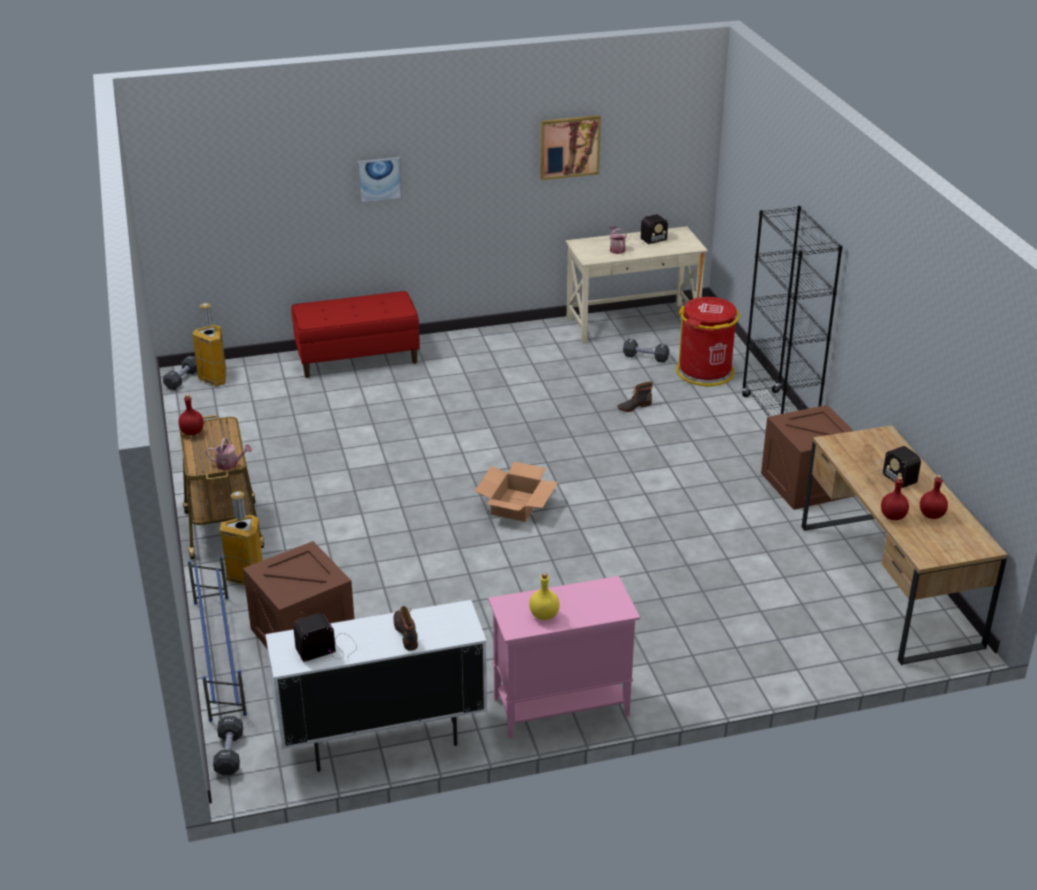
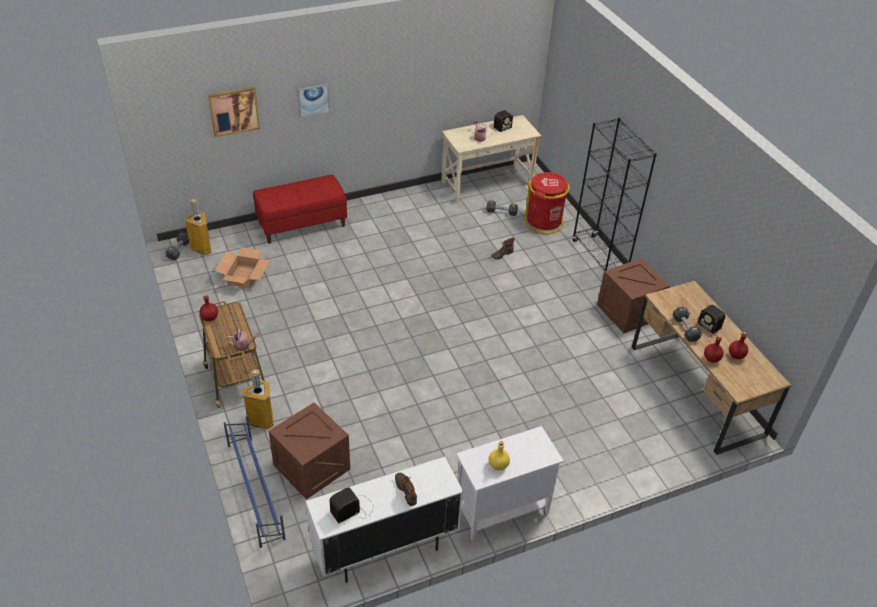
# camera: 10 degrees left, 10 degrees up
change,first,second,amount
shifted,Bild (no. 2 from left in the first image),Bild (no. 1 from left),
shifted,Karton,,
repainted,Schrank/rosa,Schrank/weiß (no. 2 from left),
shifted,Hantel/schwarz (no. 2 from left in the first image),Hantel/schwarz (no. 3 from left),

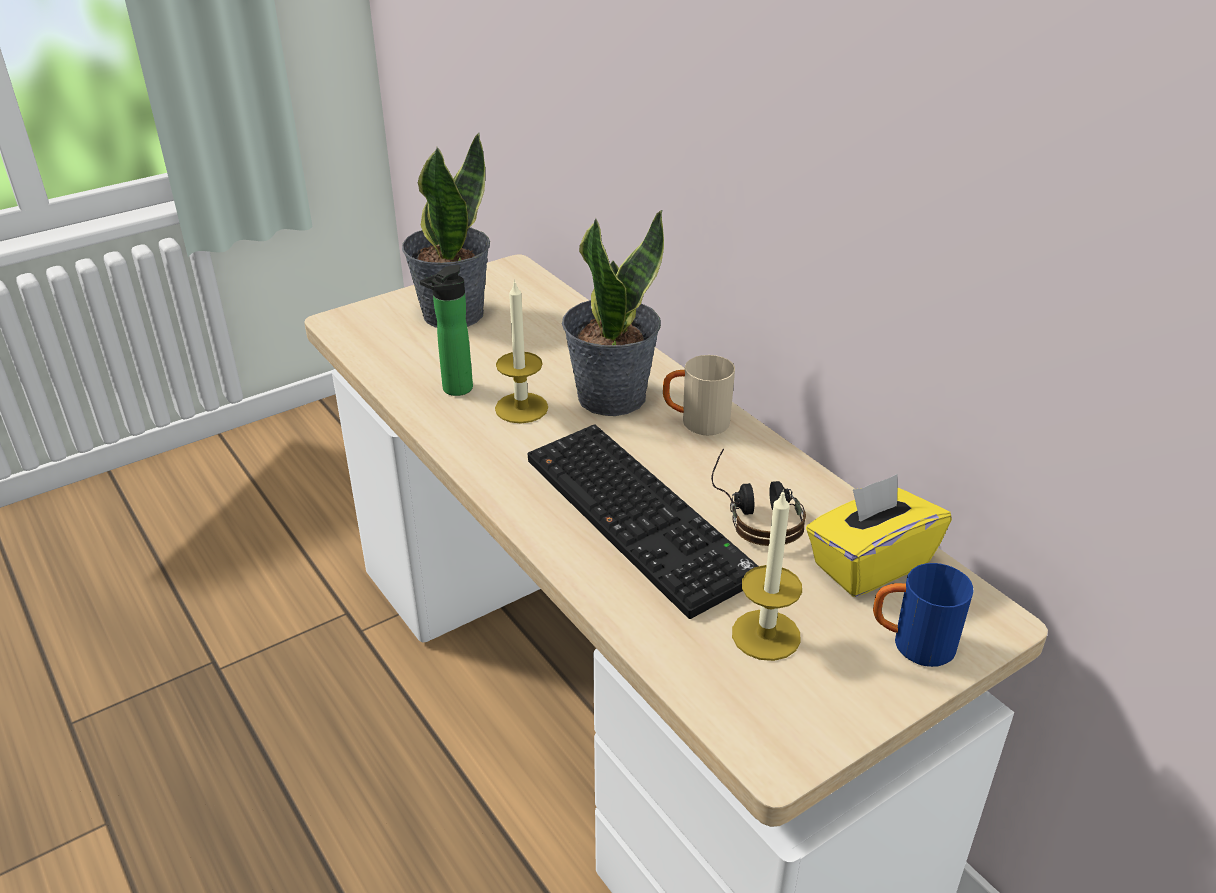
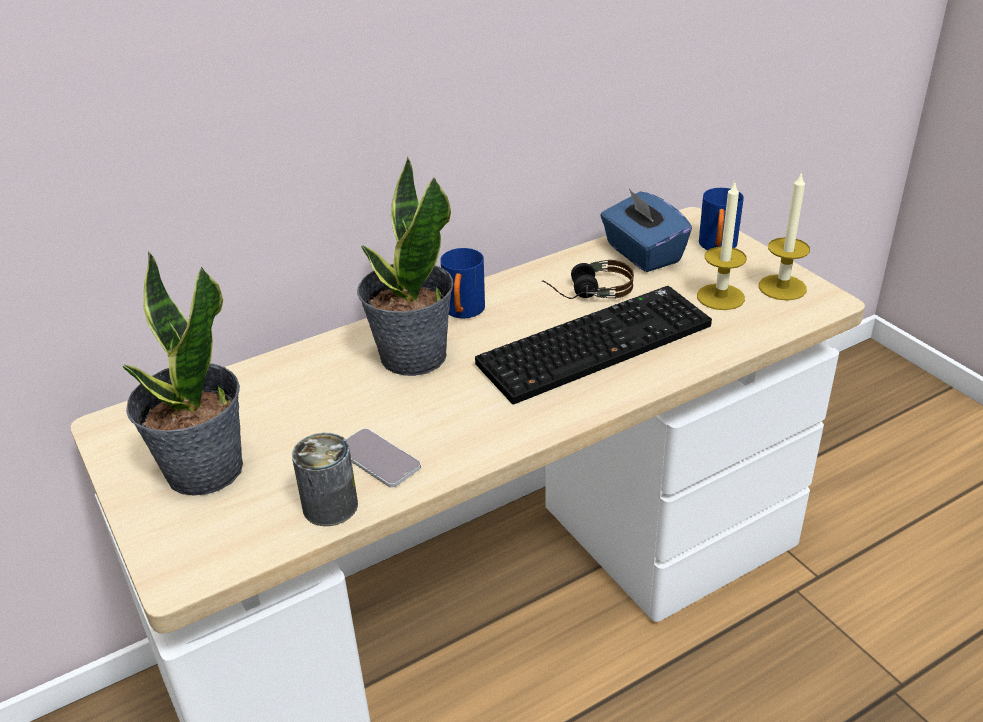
# camera: 85 degrees left, 0 degrees up
change,first,second,amount
swapped,Flasche,Handy,
shifted,Kerze (no. 1 from left in the first image),Kerze (no. 2 from left),
repainted,Henkelbecher/beige,Henkelbecher/blau (no. 1 from left),
repainted,Taschentuchbox/gelb,Taschentuchbox/blau,
new,,Dose,

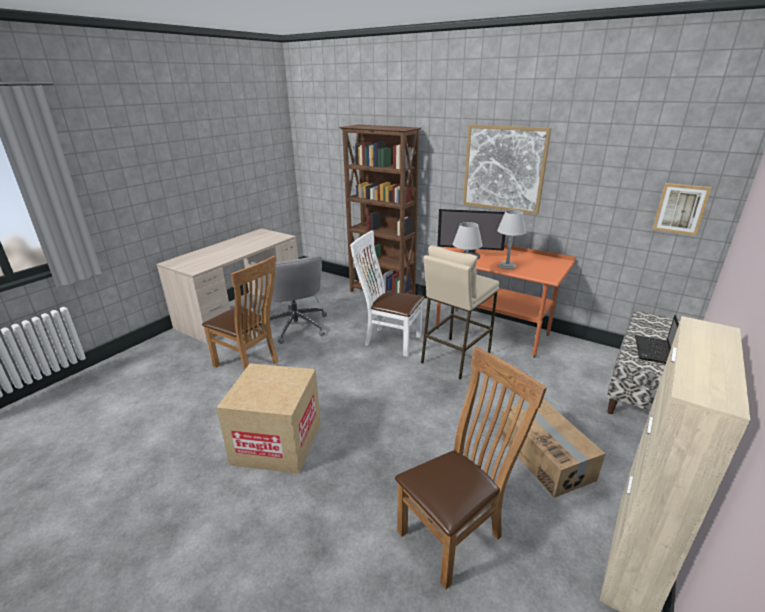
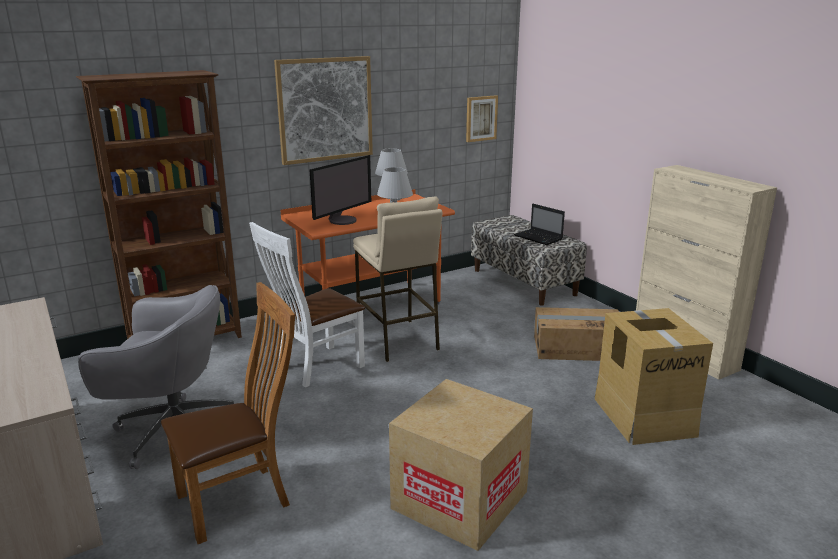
# camera: 65 degrees left, 5 degrees down
change,first,second,amount
swapped,Stuhl/braun (no. 2 from left),Karton (no. 3 from left),

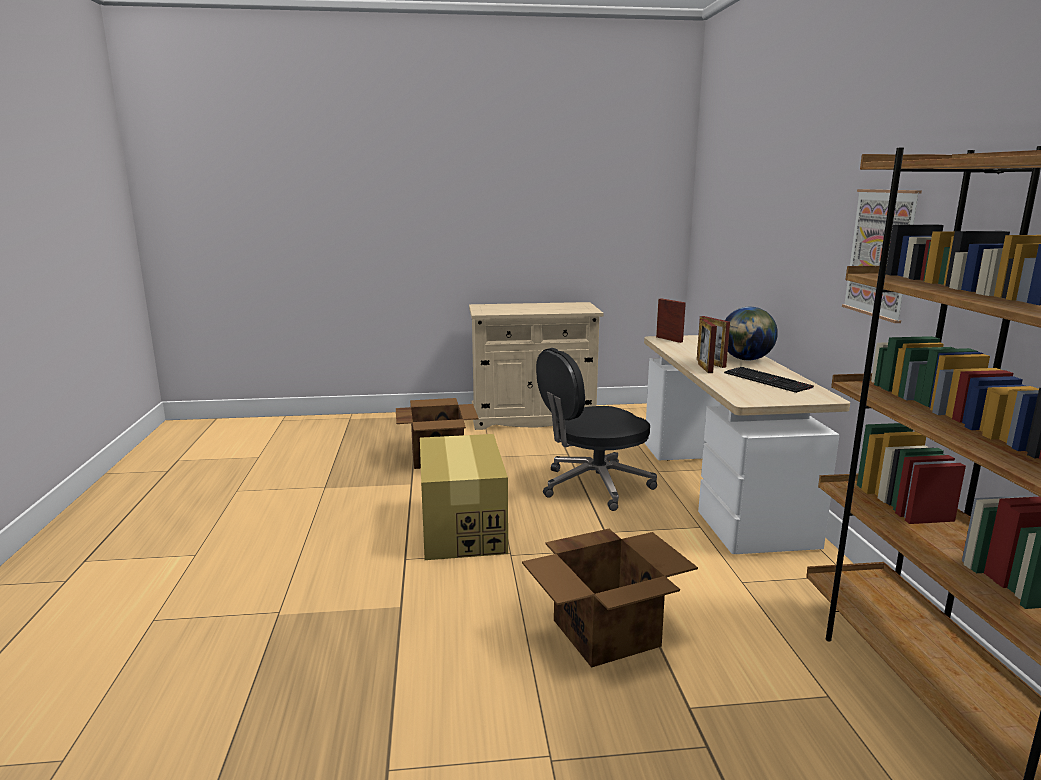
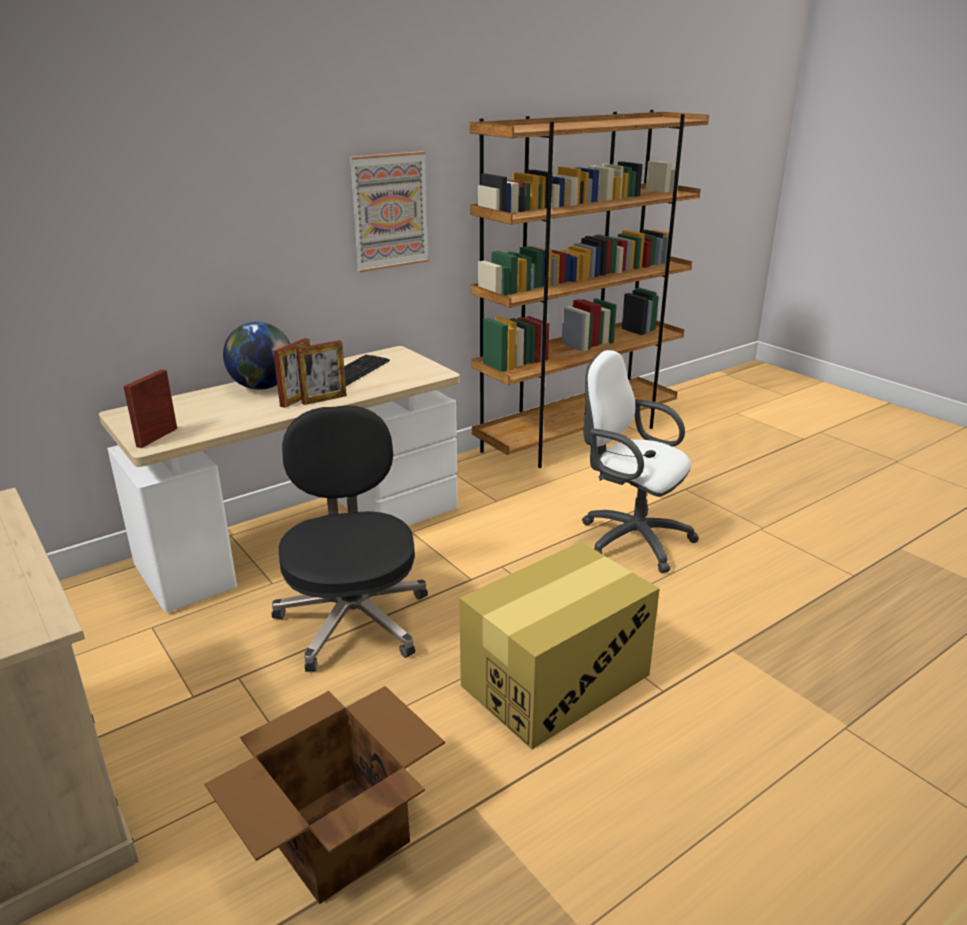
# camera: 120 degrees left, 10 degrees up
change,first,second,amount
rotated,Bürostuhl/schwarz,,135 degrees counterclockwise
swapped,Karton (no. 3 from left),Bürostuhl/weiß,

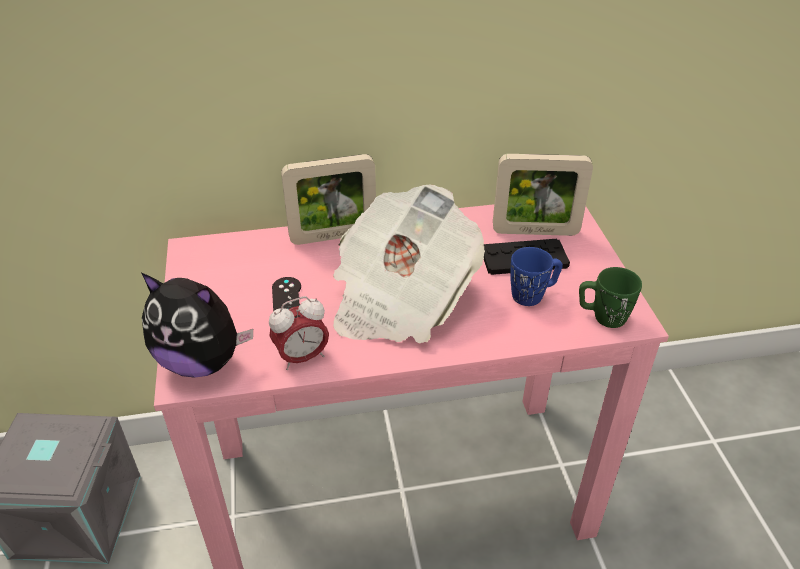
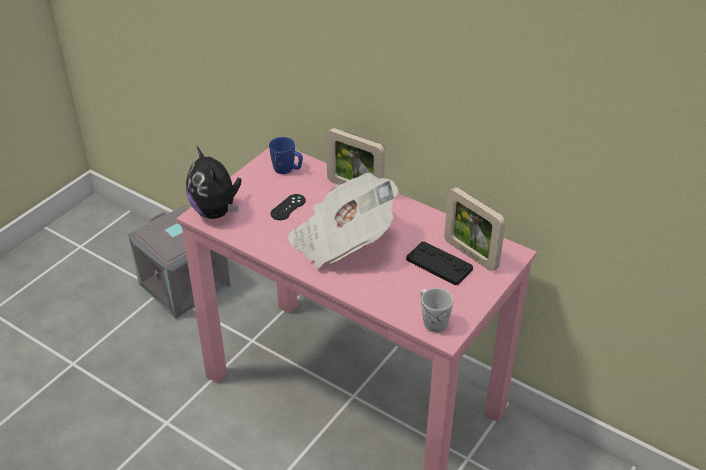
# camera: 45 degrees right, 0 degrees up
change,first,second,amount
shifted,Henkelbecher/blau,,
repainted,Henkelbecher/grün,Henkelbecher/weiß,
gone,Wecker,,

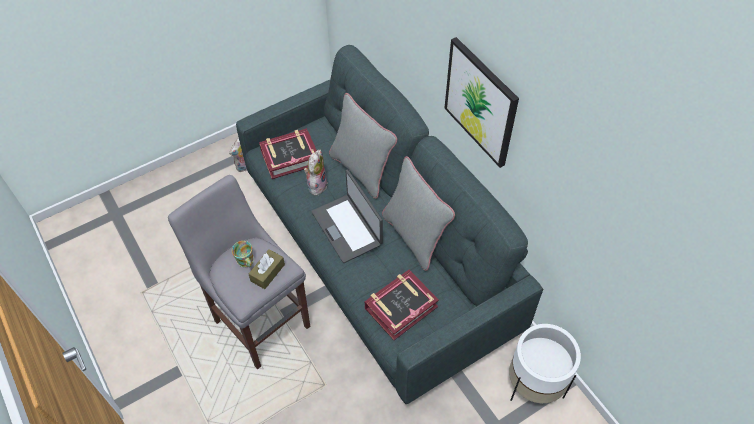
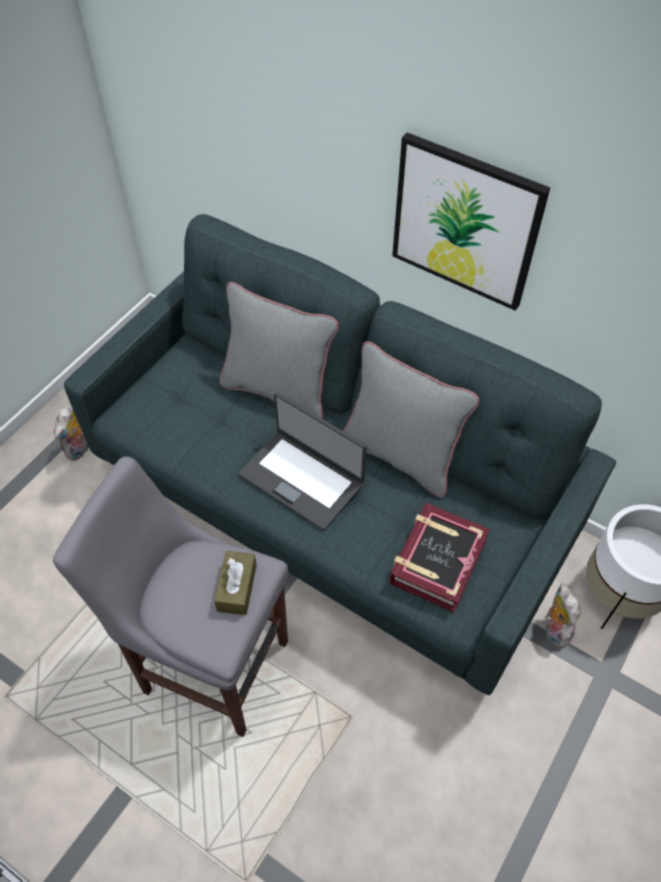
# camera: 25 degrees left, 0 degrees up
change,first,second,amount
gone,Buch (no. 1 from left),,
shifted,Plüschtier (no. 2 from left),,
gone,Henkelbecher,,

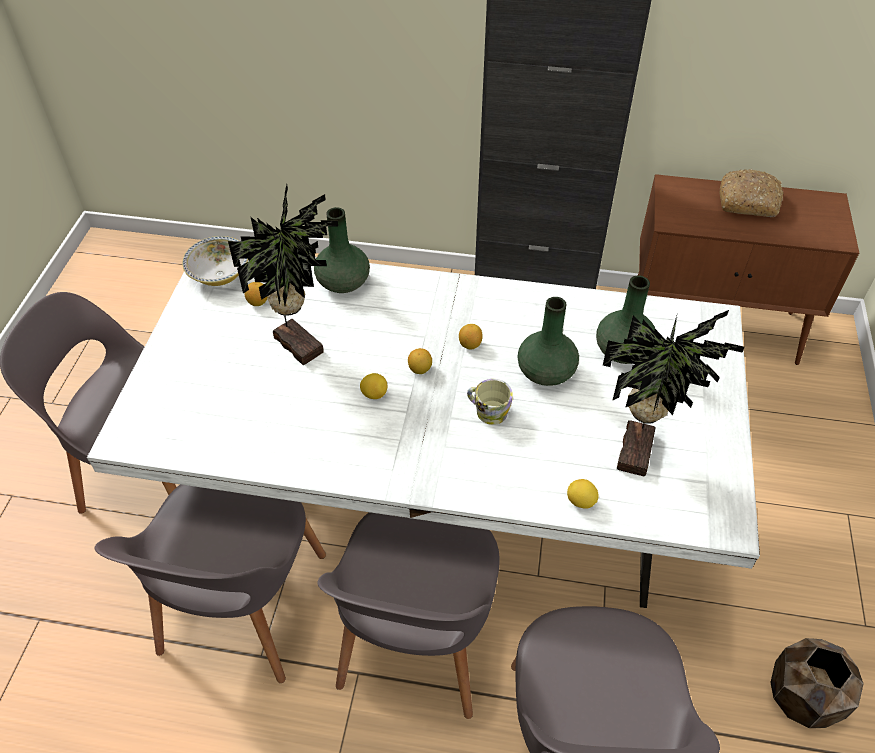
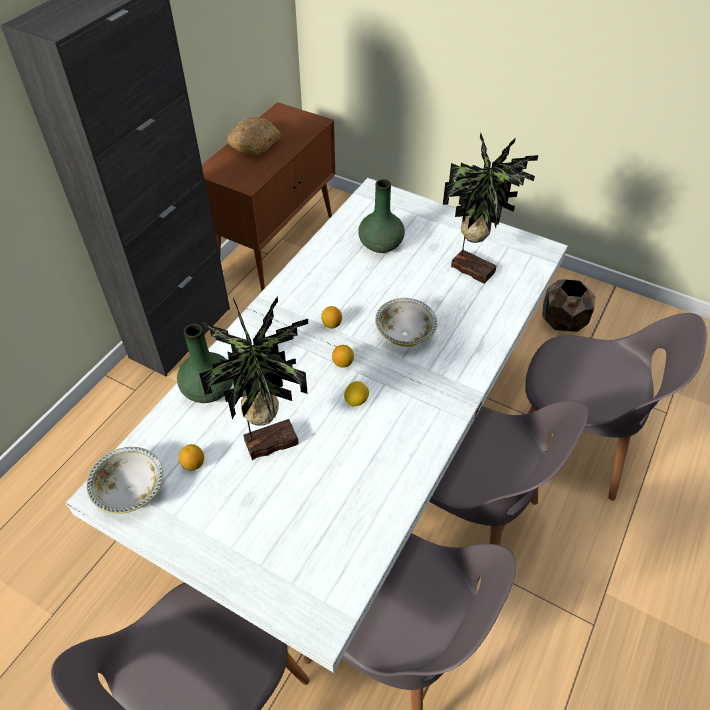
# camera: 70 degrees left, 0 degrees up
change,first,second,amount
gone,Vase/grün (no. 2 from left),,
swapped,Henkelbecher,Schüssel (no. 2 from left),
gone,Zitrone (no. 5 from left),,

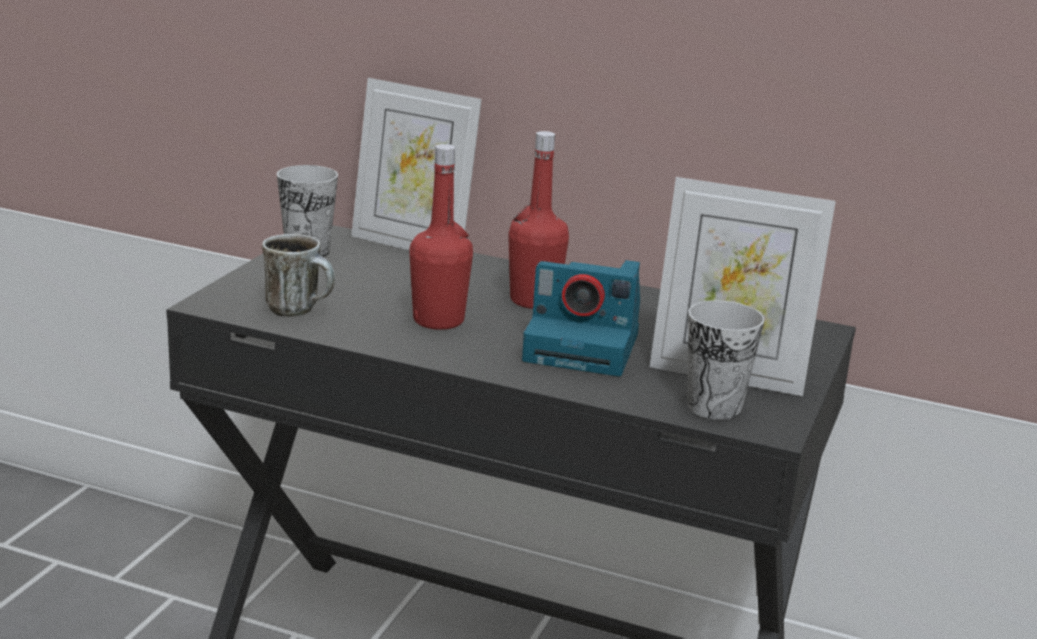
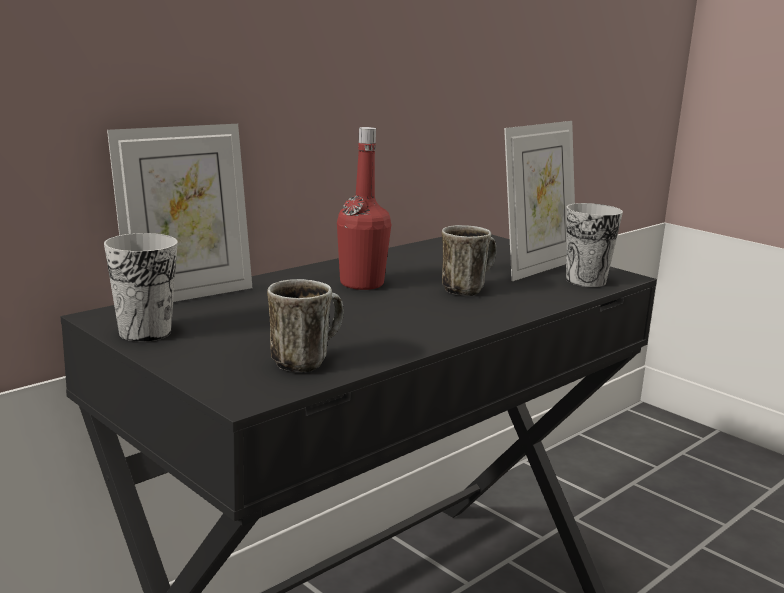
# camera: 65 degrees left, 5 degrees down
change,first,second,amount
gone,Flasche/rot (no. 1 from left),,
swapped,Kamera,Henkelbecher (no. 2 from left),

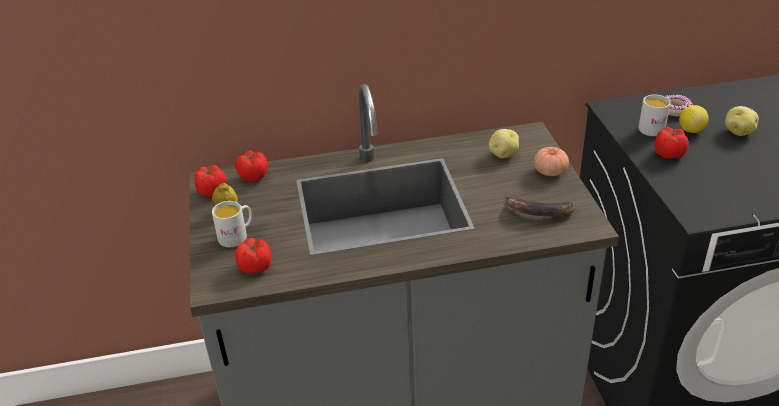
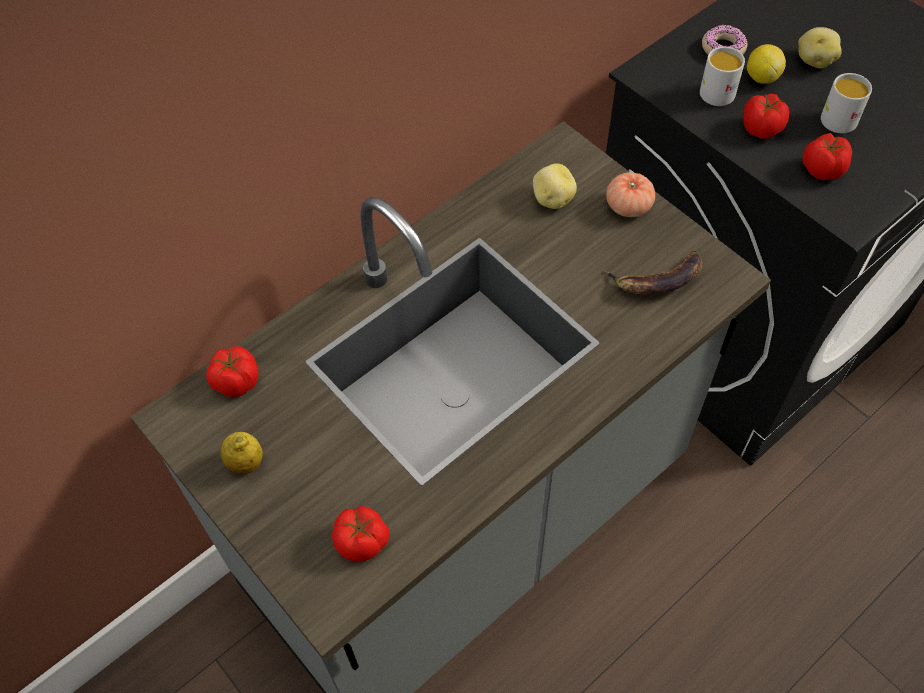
# camera: 30 degrees left, 20 degrees up
change,first,second,amount
shifted,Tomate (no. 1 from left in the first image),Tomate (no. 5 from left),
shifted,Henkelbecher/weiß (no. 1 from left in the first image),Henkelbecher/weiß (no. 2 from left),

